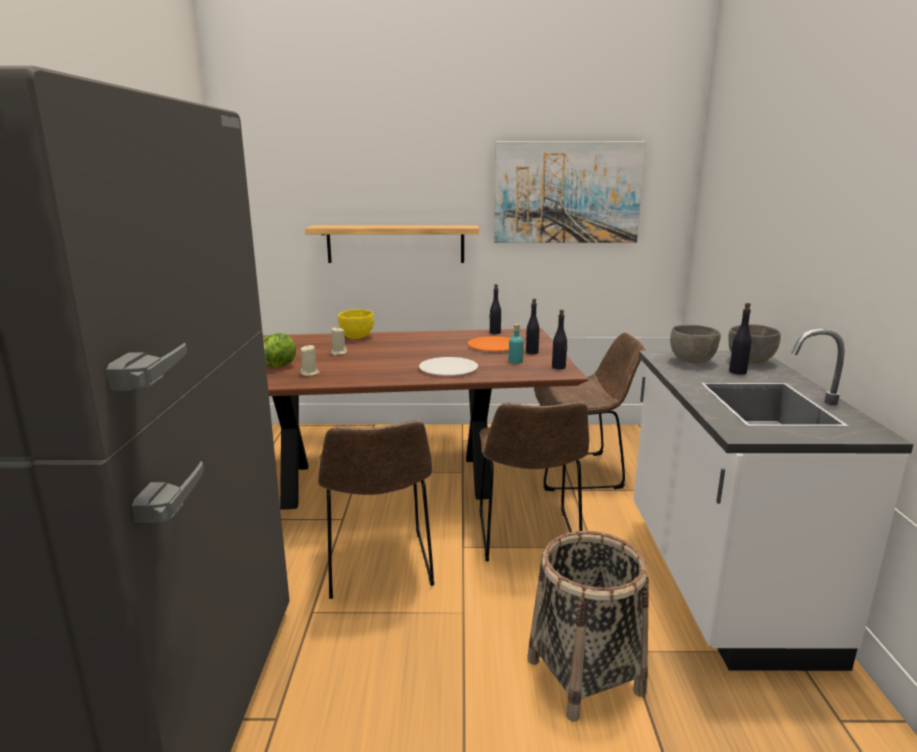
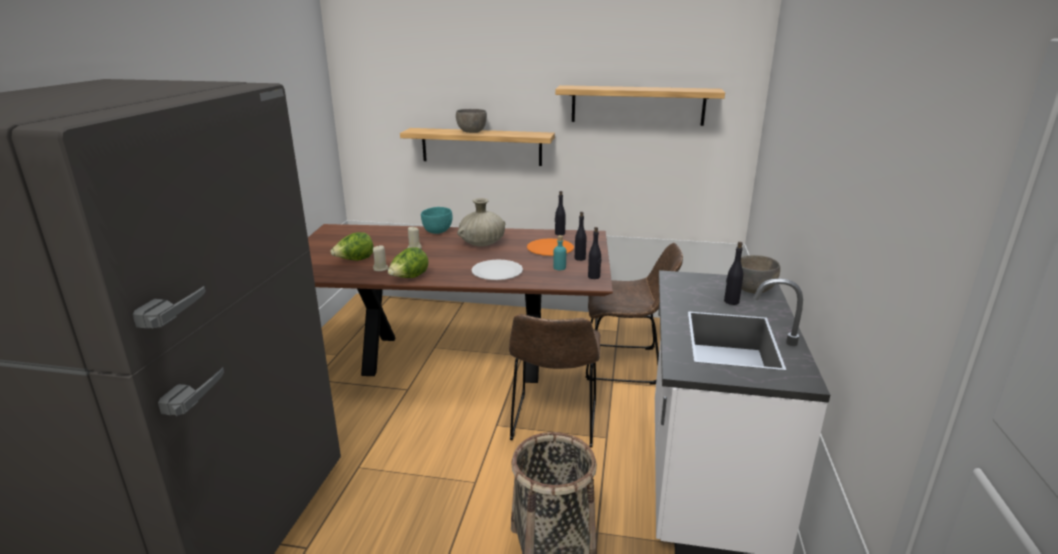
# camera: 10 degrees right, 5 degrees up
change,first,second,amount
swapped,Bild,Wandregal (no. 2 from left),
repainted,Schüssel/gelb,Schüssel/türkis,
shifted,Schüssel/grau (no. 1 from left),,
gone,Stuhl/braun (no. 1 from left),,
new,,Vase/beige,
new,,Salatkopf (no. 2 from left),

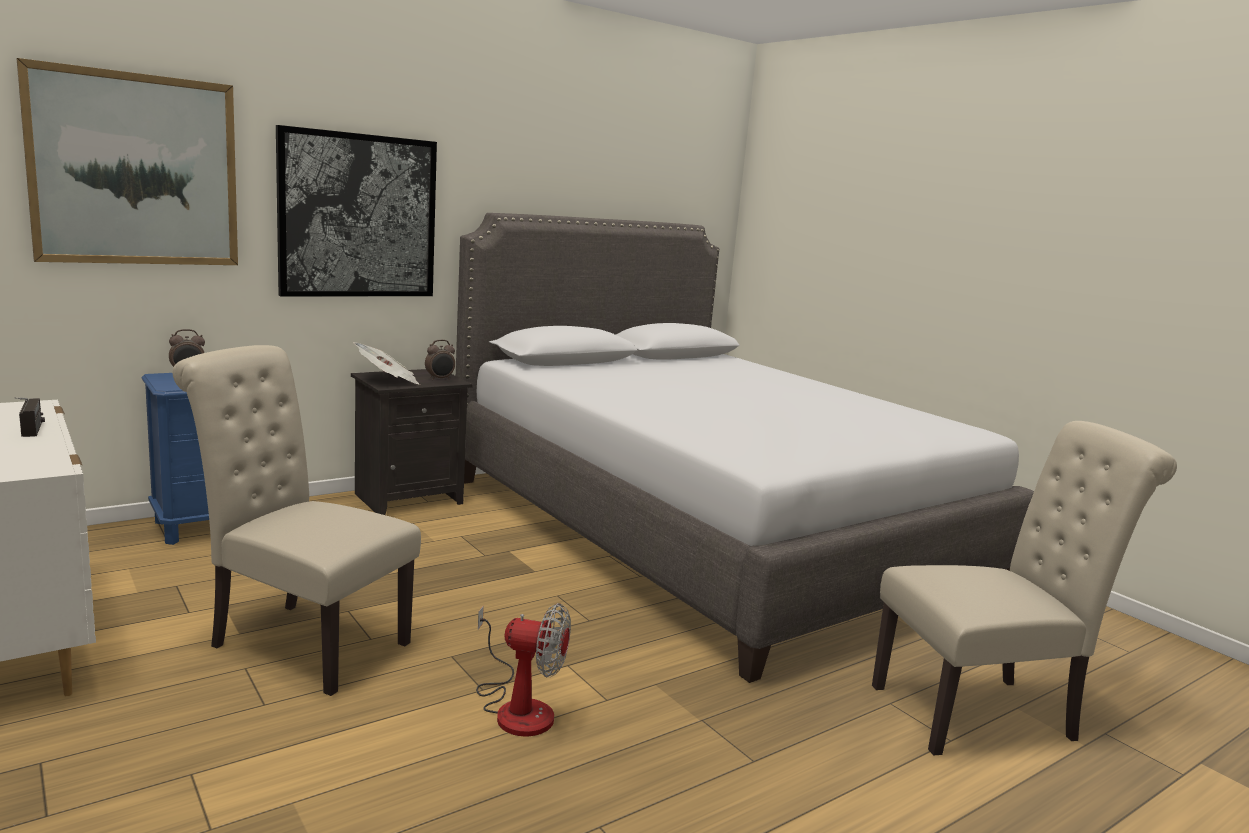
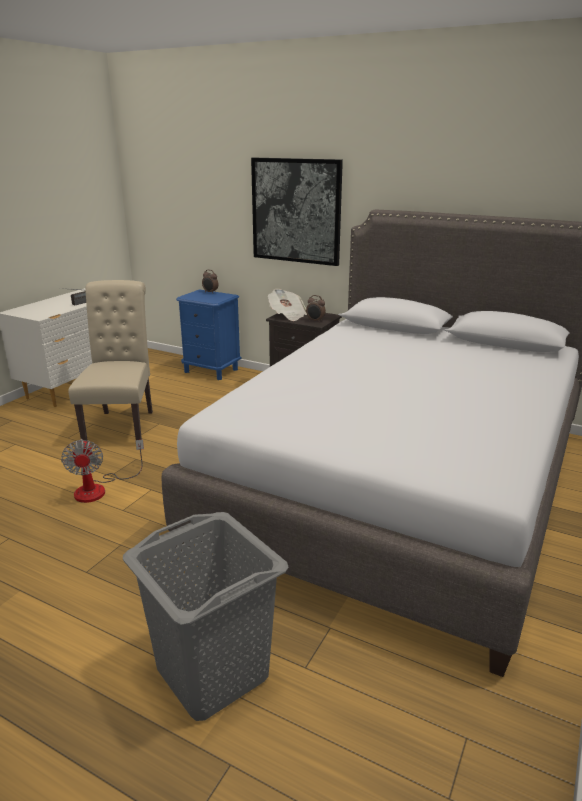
# camera: 65 degrees right, 10 degrees up
change,first,second,amount
gone,Bild (no. 1 from left),,
swapped,Stuhl/beige (no. 2 from left),Wäschekorb/grau,

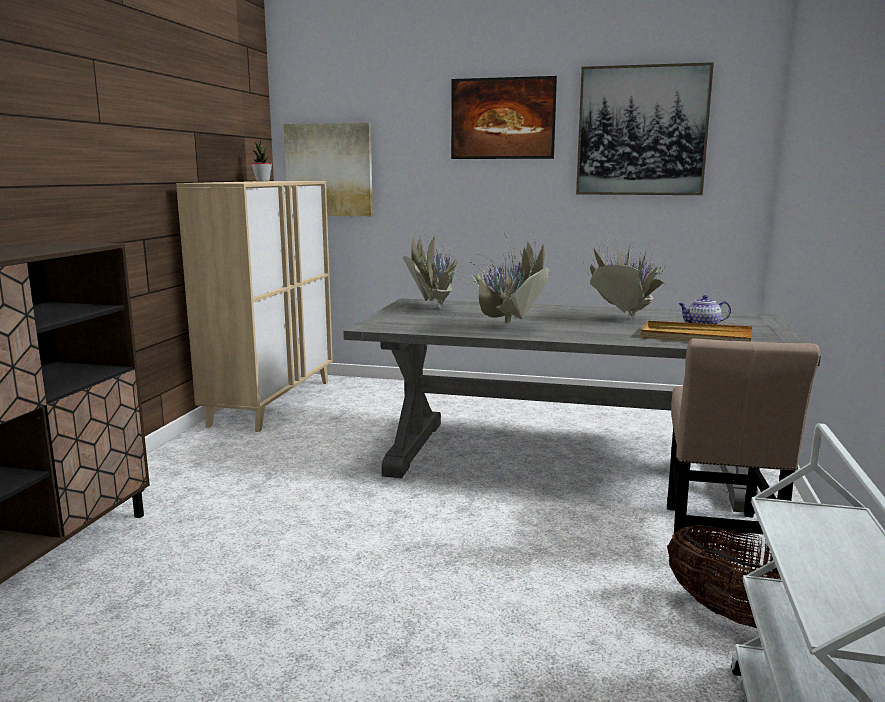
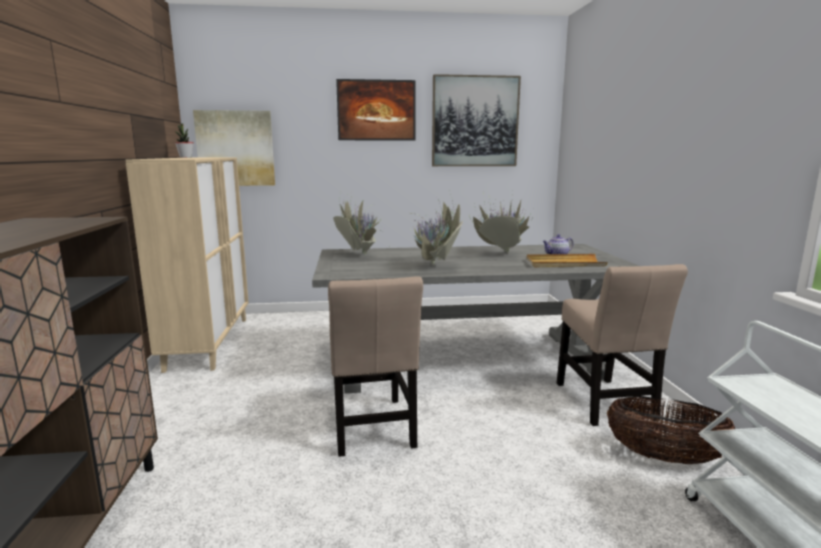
# camera: 20 degrees left, 0 degrees up
change,first,second,amount
new,,Stuhl/beige (no. 1 from left),

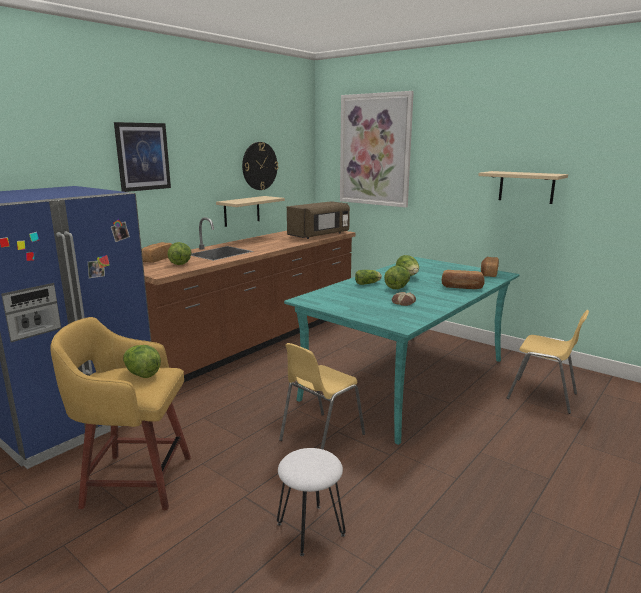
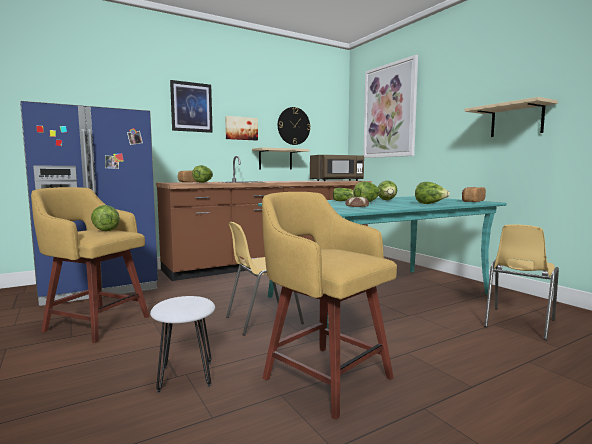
# camera: 20 degrees right, 10 degrees down
change,first,second,amount
swapped,Brot (no. 3 from left),Salatkopf (no. 6 from left),
rotated,Stuhl/gelb (no. 2 from left),,75 degrees clockwise
new,,Bild (no. 2 from left),
new,,Hocker/gelb (no. 2 from left),

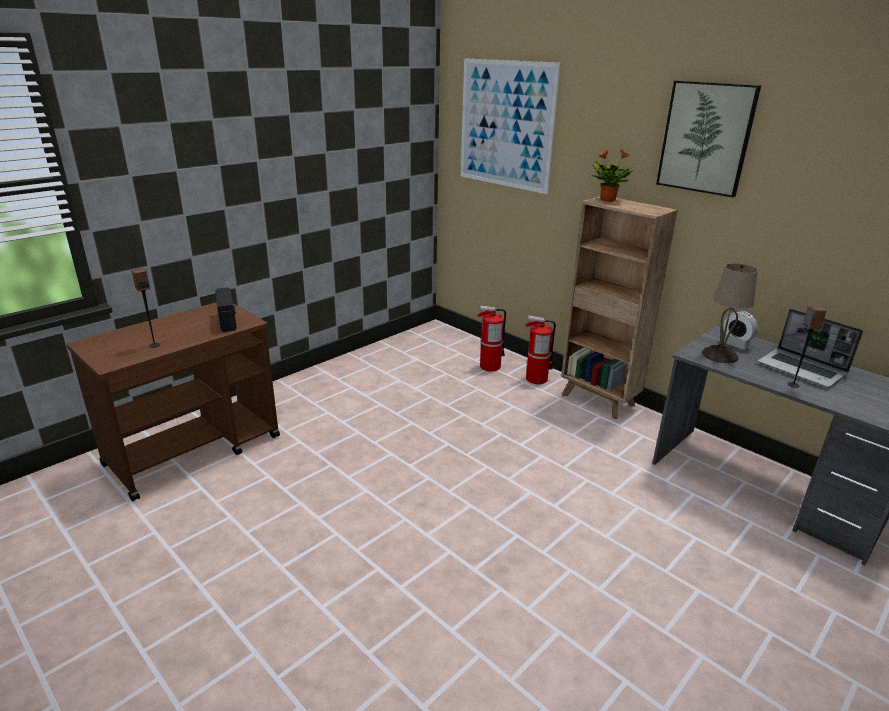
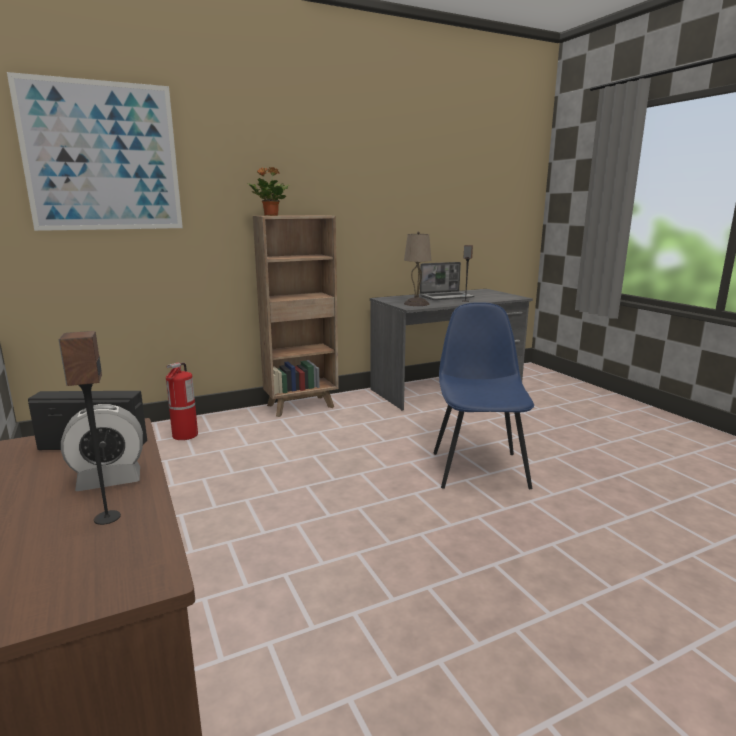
# camera: 70 degrees left, 10 degrees down
change,first,second,amount
gone,Bild (no. 2 from left),,
shifted,Wecker,,
gone,Feuerlöscher (no. 2 from left),,
new,,Stuhl/blau,

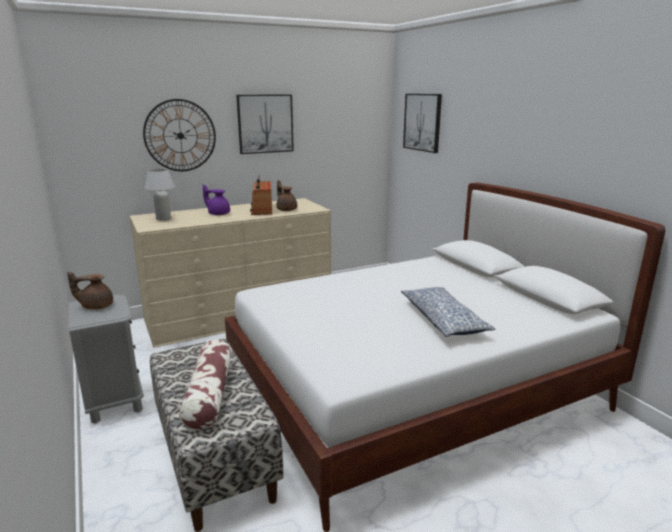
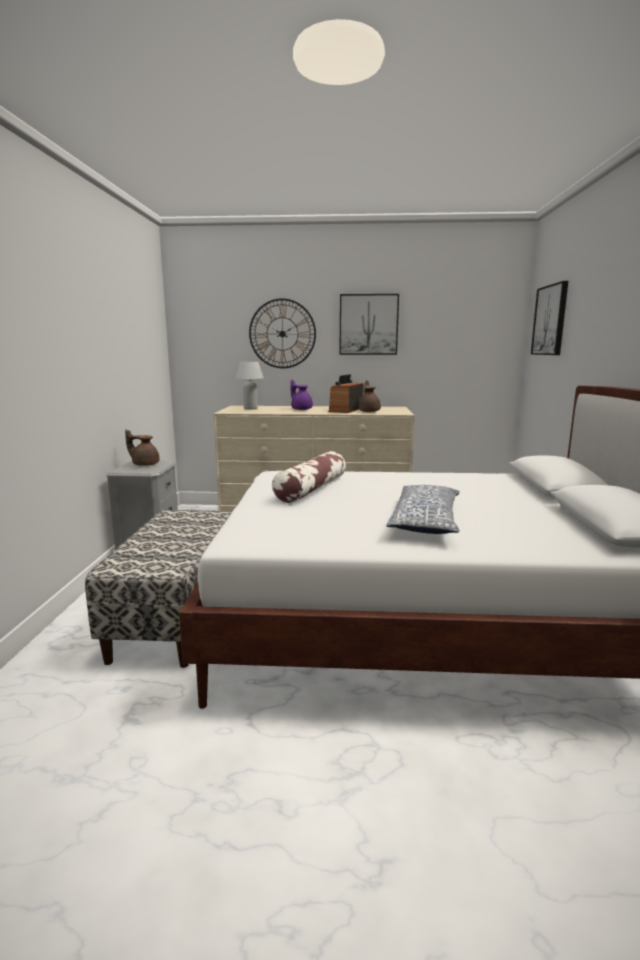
# camera: 30 degrees right, 5 degrees down
change,first,second,amount
shifted,Kissen (no. 1 from left),,

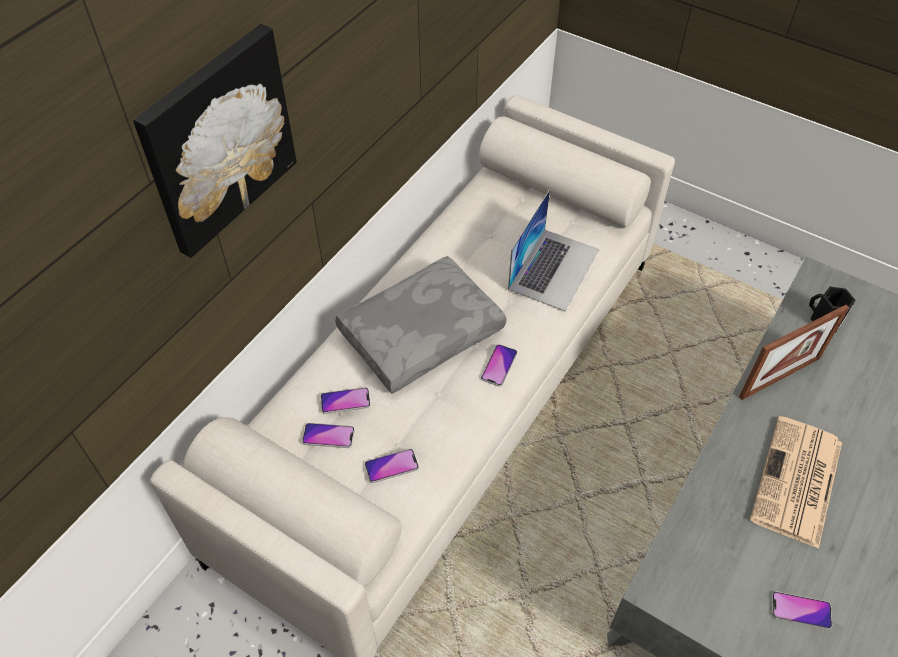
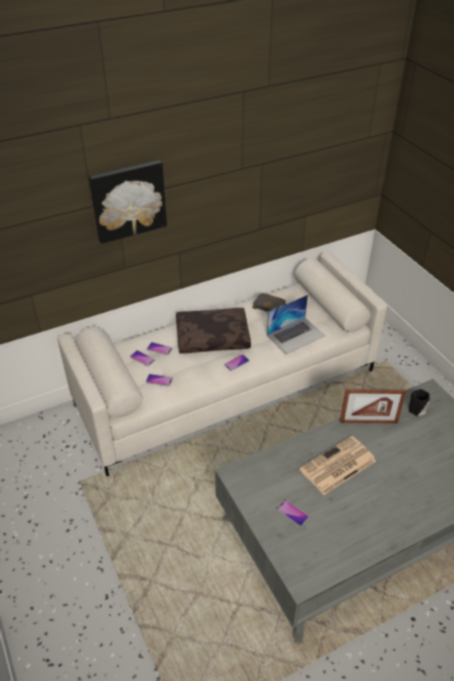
# camera: 30 degrees right, 10 degrees down
change,first,second,amount
repainted,Kissen/grau,Kissen/braun,
new,,Buch/schwarz,

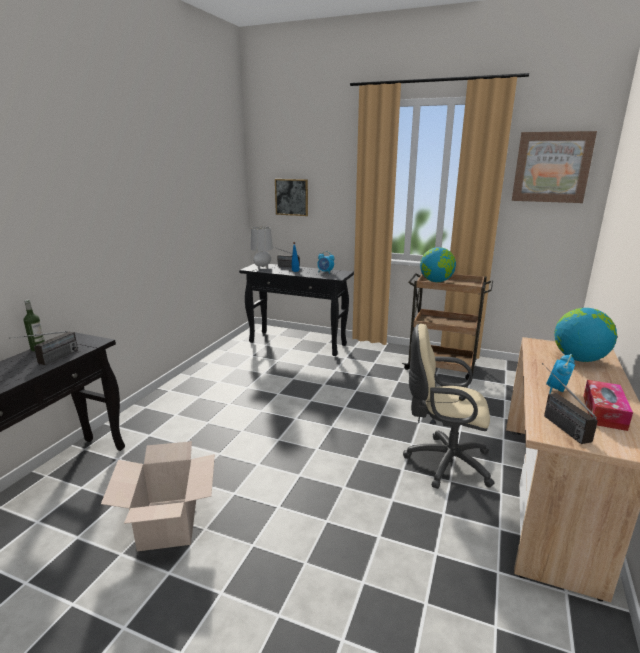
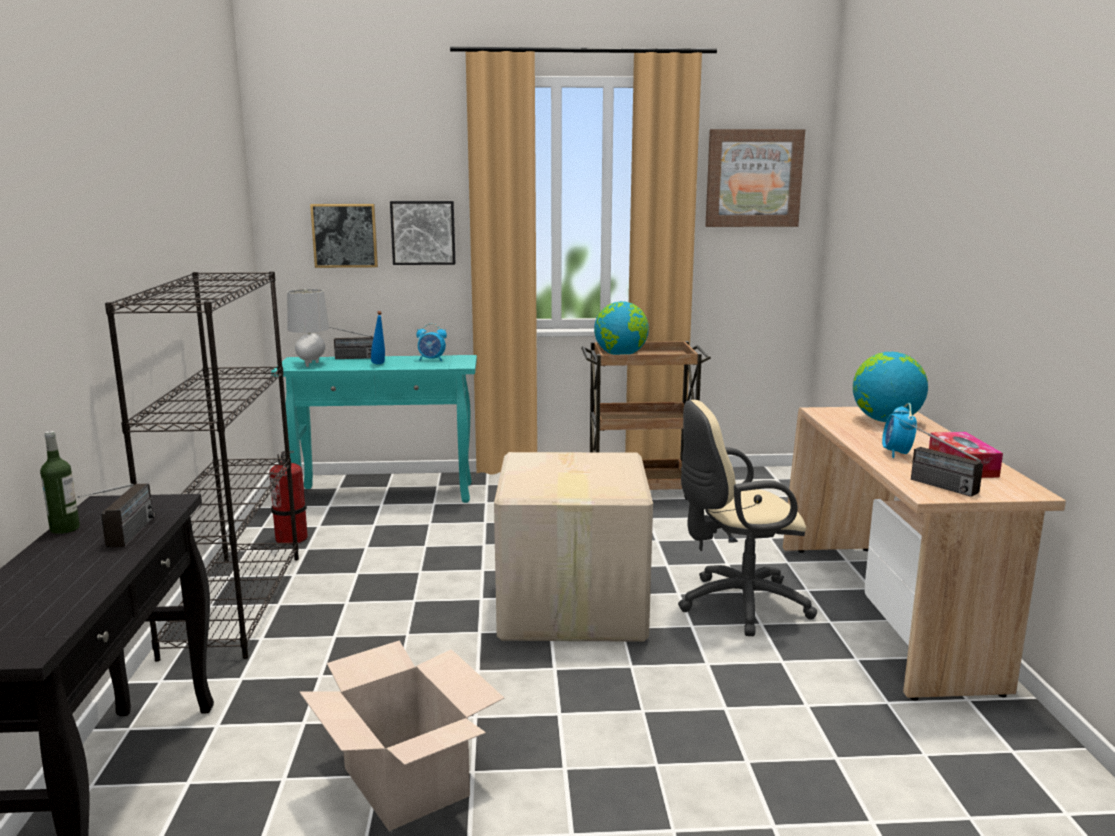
# camera: 25 degrees left, 5 degrees down
change,first,second,amount
repainted,Konsolentisch/schwarz (no. 2 from left),Konsolentisch/türkis,
new,,Bild (no. 2 from left),
new,,Bücherregal/schwarz,
new,,Feuerlöscher,
new,,Karton (no. 2 from left),

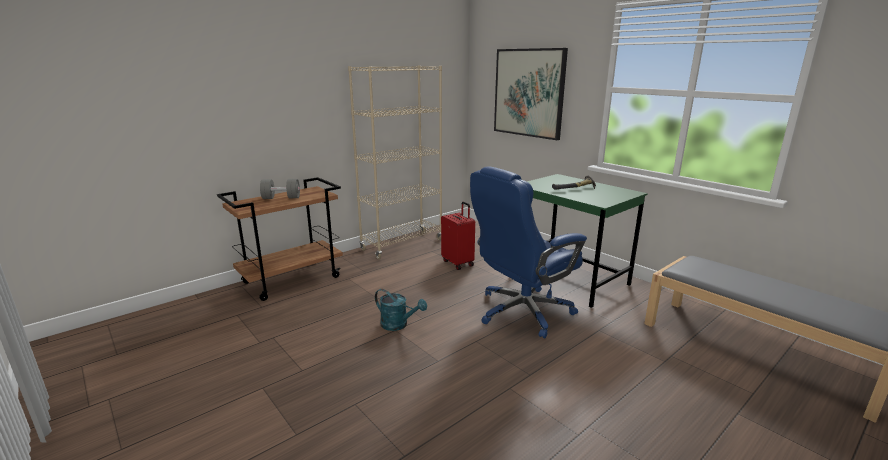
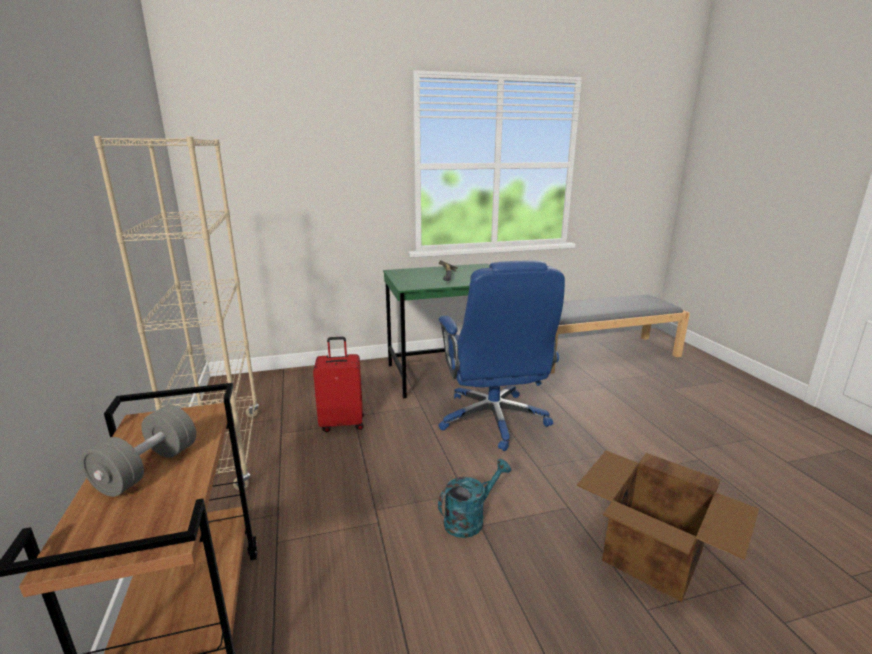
# camera: 65 degrees left, 0 degrees up
change,first,second,amount
gone,Bild,,
new,,Karton,

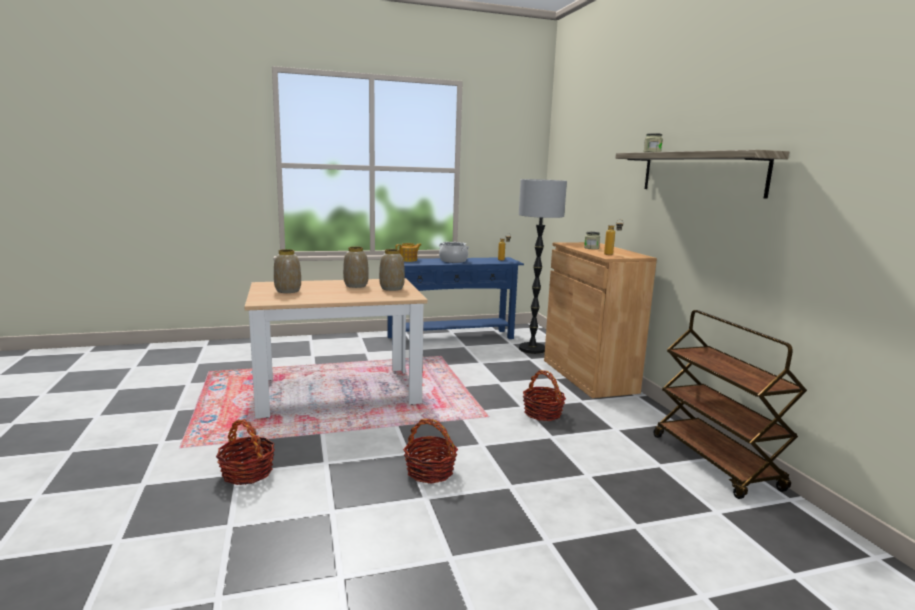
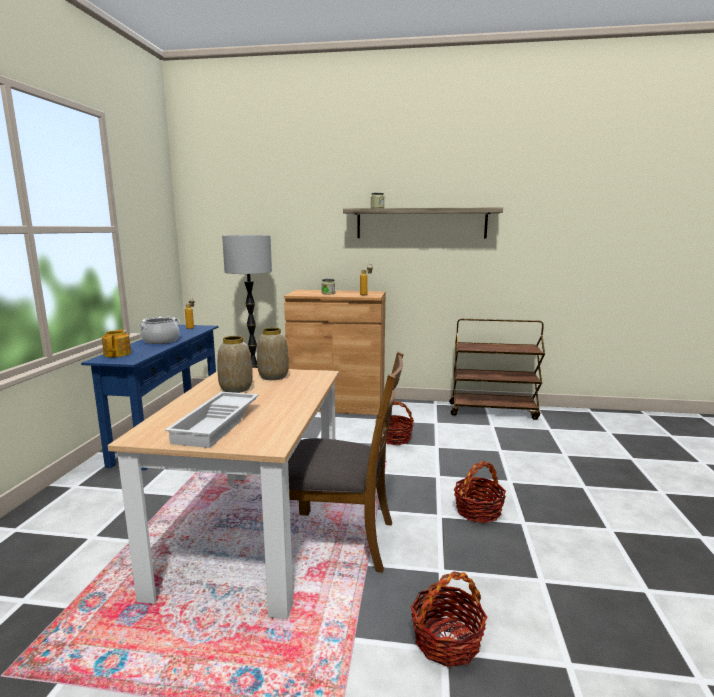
# camera: 65 degrees left, 0 degrees up
change,first,second,amount
swapped,Vase (no. 1 from left),Tablett/weiß,
new,,Stuhl/braun,

